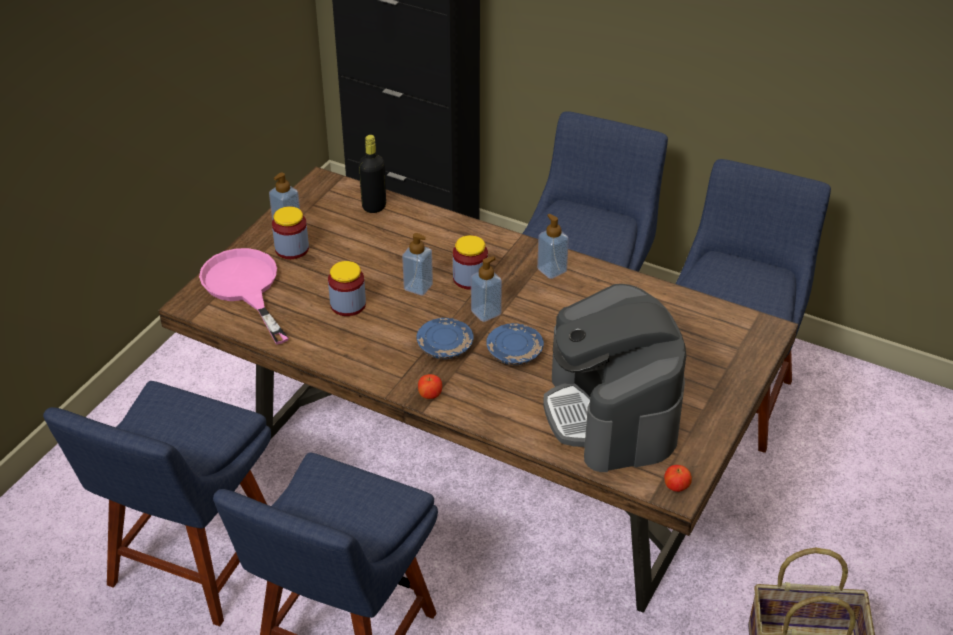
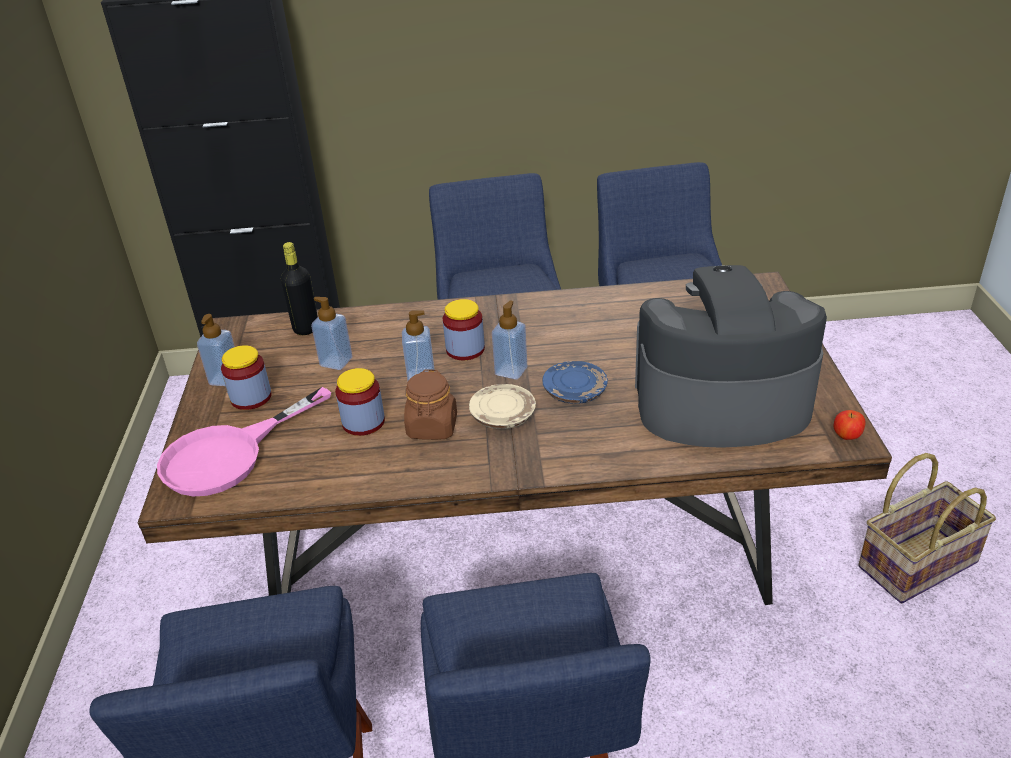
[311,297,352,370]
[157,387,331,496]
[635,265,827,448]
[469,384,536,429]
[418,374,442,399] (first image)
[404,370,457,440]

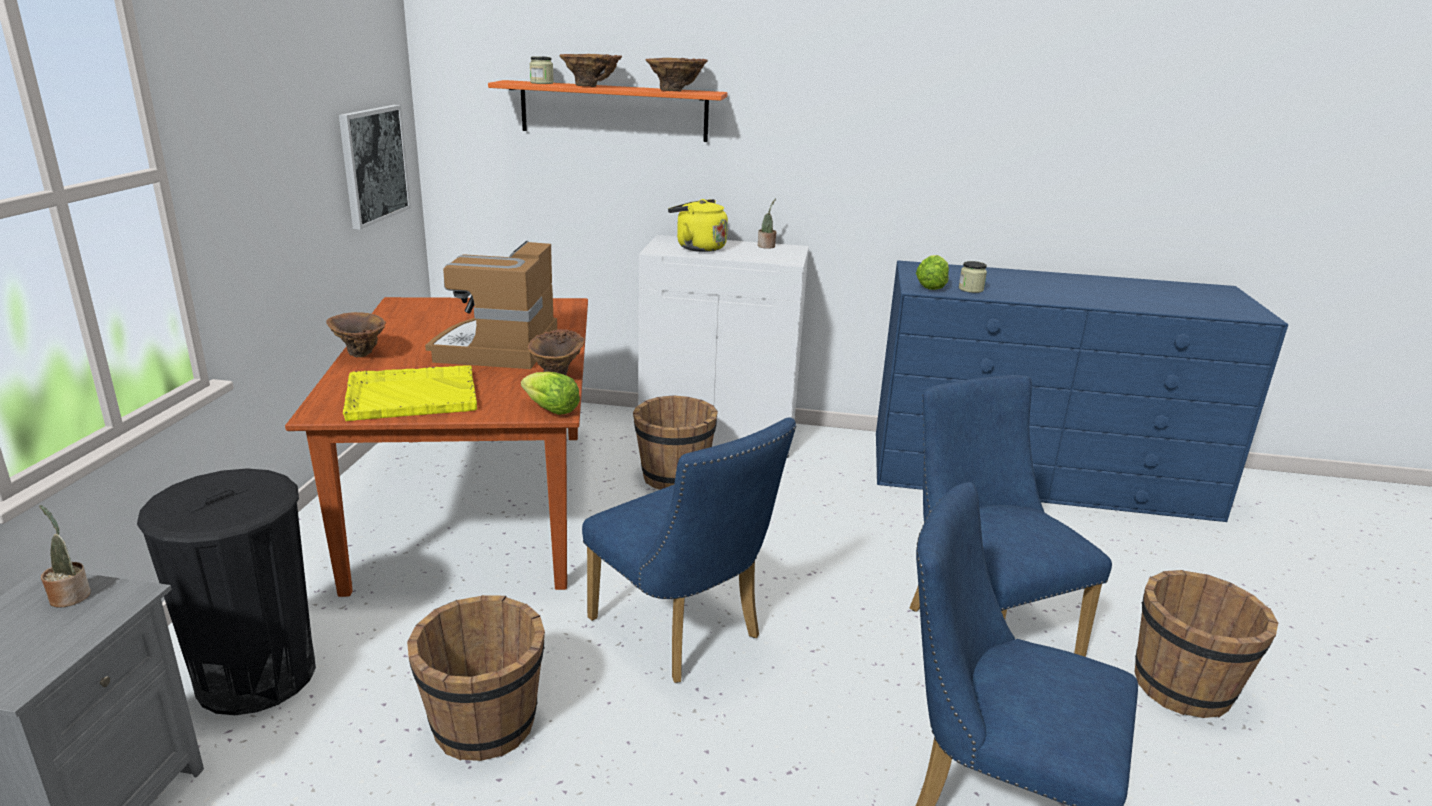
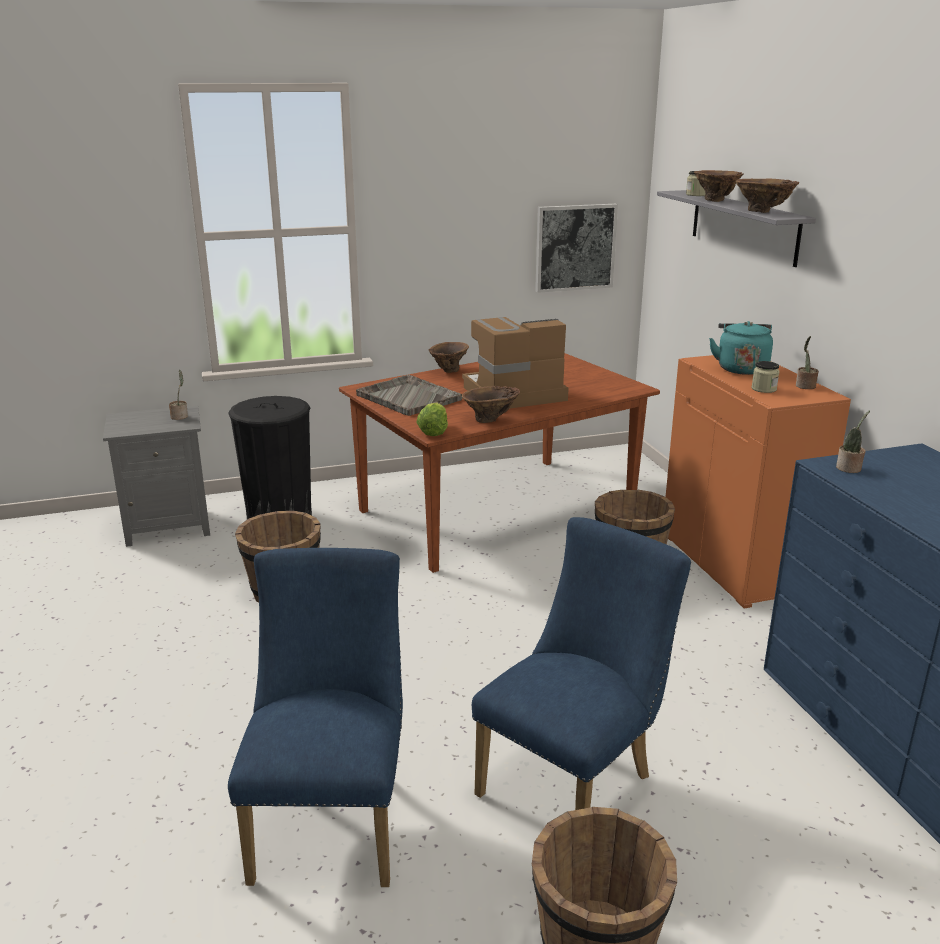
[657,190,816,267]
[709,321,773,375]
[666,355,851,608]
[836,411,870,473]
[752,361,779,393]
[356,375,462,416]
[582,418,796,683] (first image)

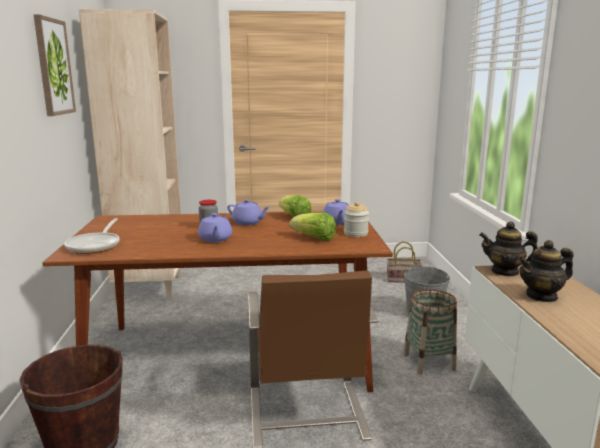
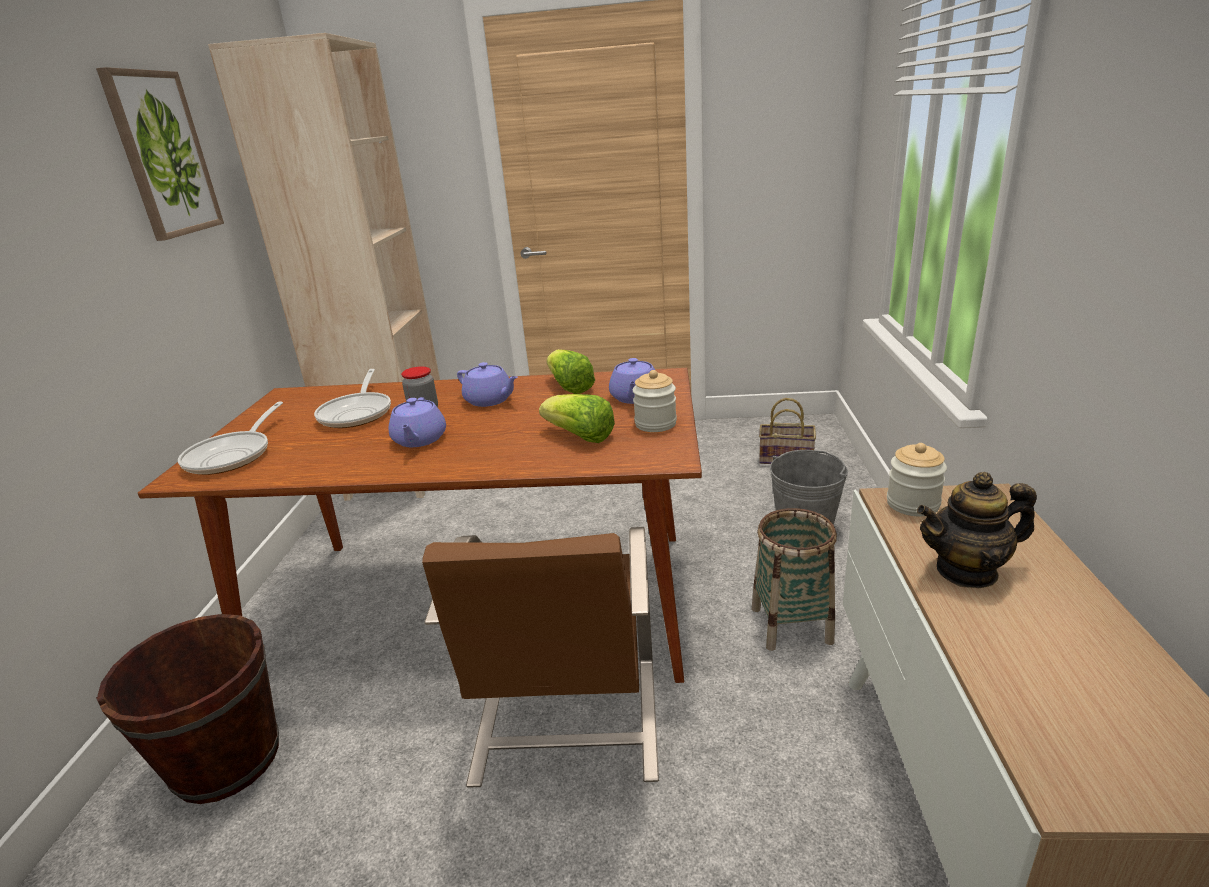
[887,443,947,516]
[314,369,391,428]

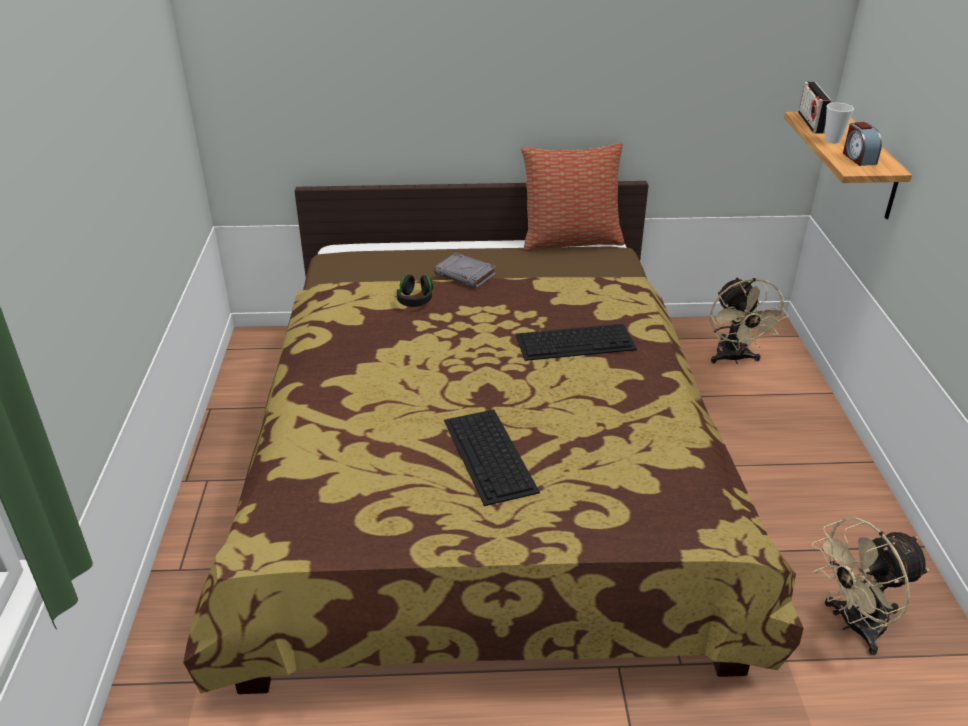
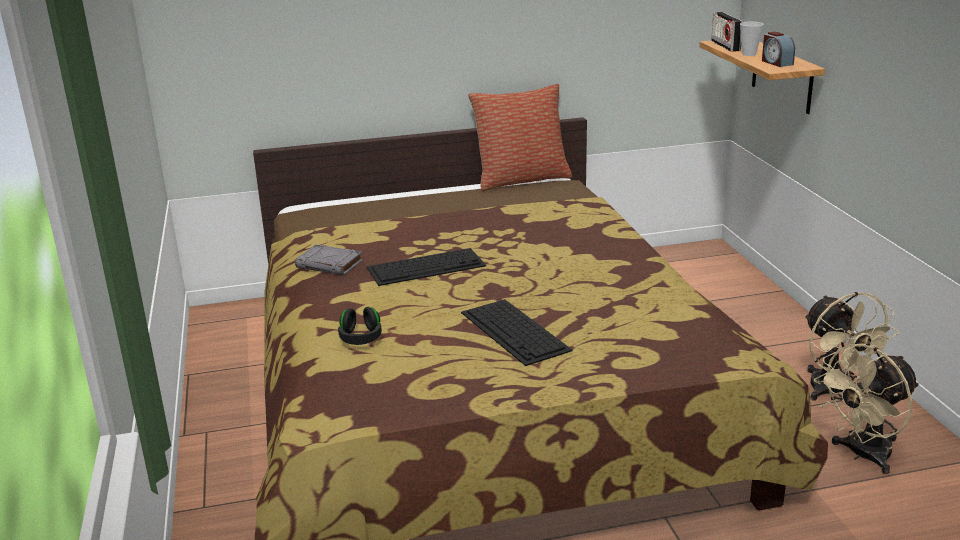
[295,244,363,275]
[338,307,382,345]
[805,292,899,400]
[367,248,486,286]

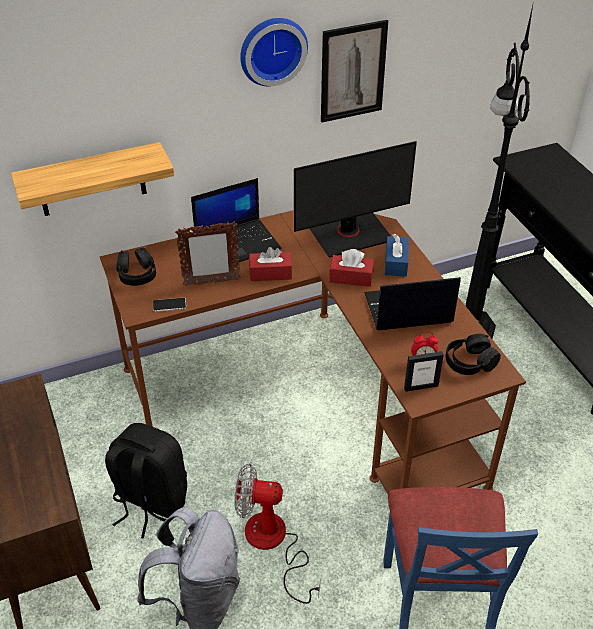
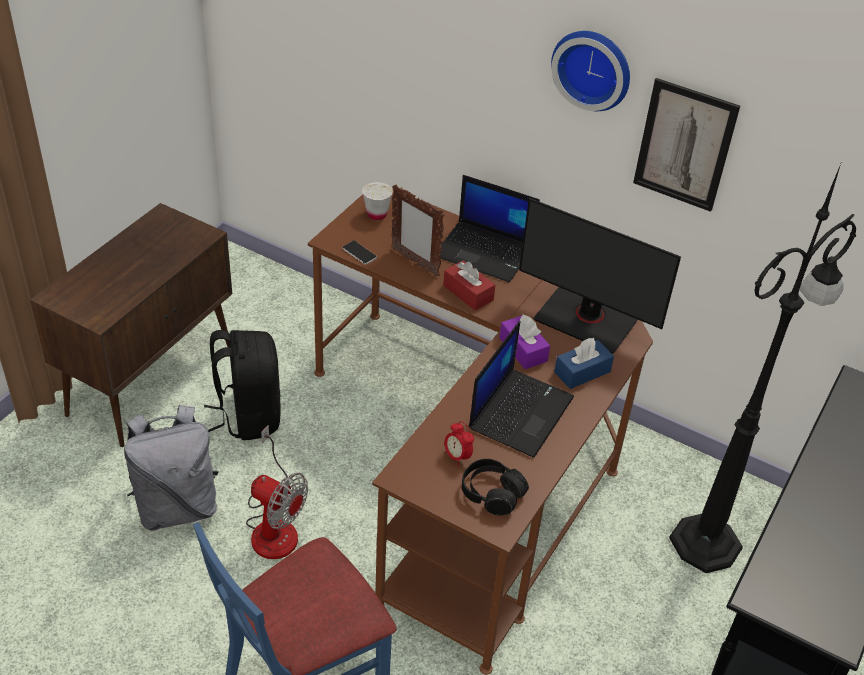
[11,142,174,216] (first image)
[362,182,393,220]
[499,314,550,369]
[469,321,574,458]
[404,351,444,392] (first image)
[246,425,308,559]

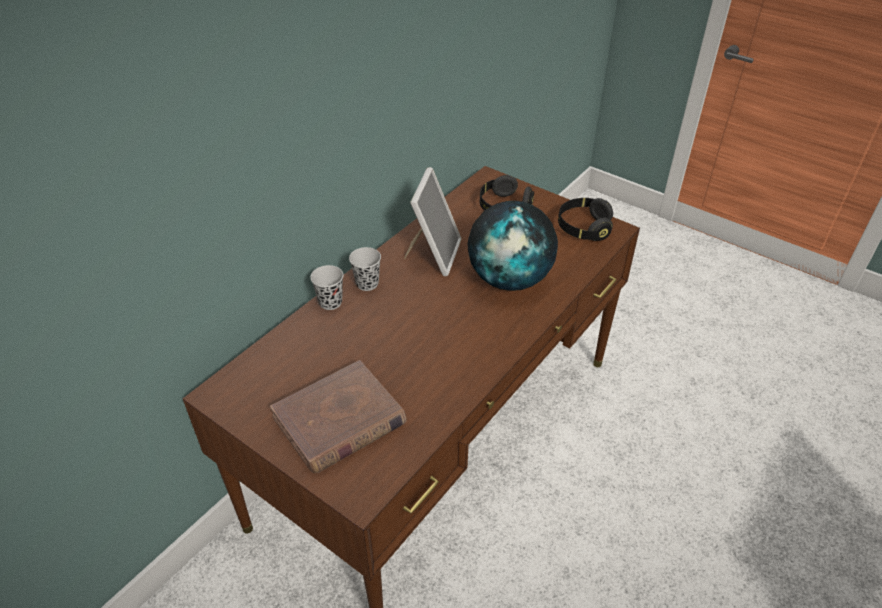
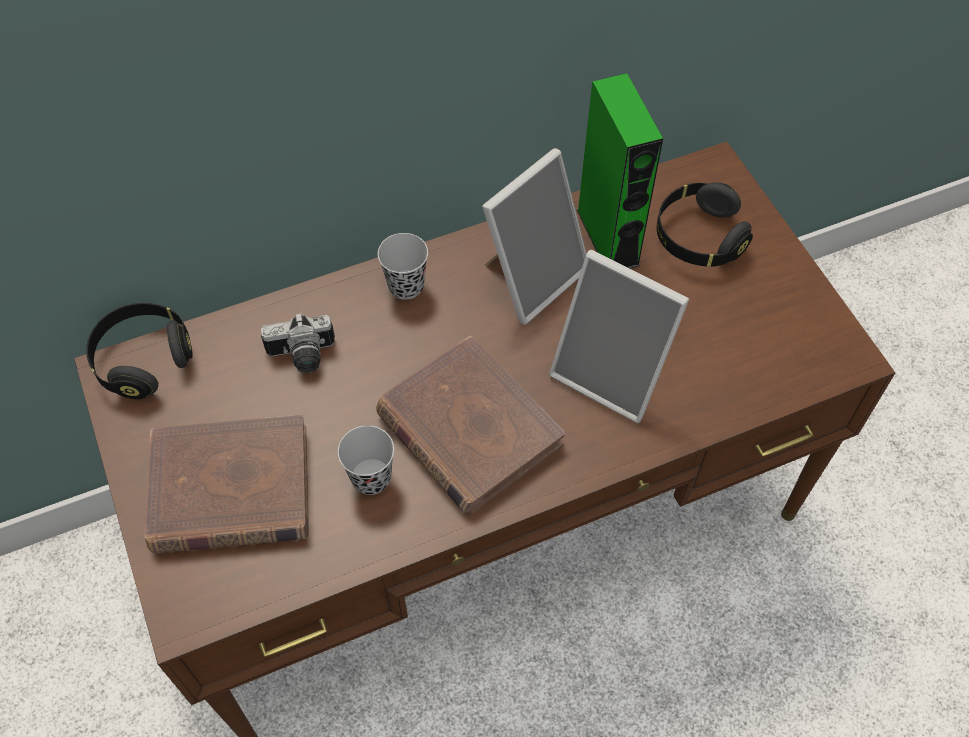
[86,303,193,399]
[549,250,689,423]
[338,425,394,495]
[577,73,663,269]
[261,313,335,373]
[376,336,565,514]

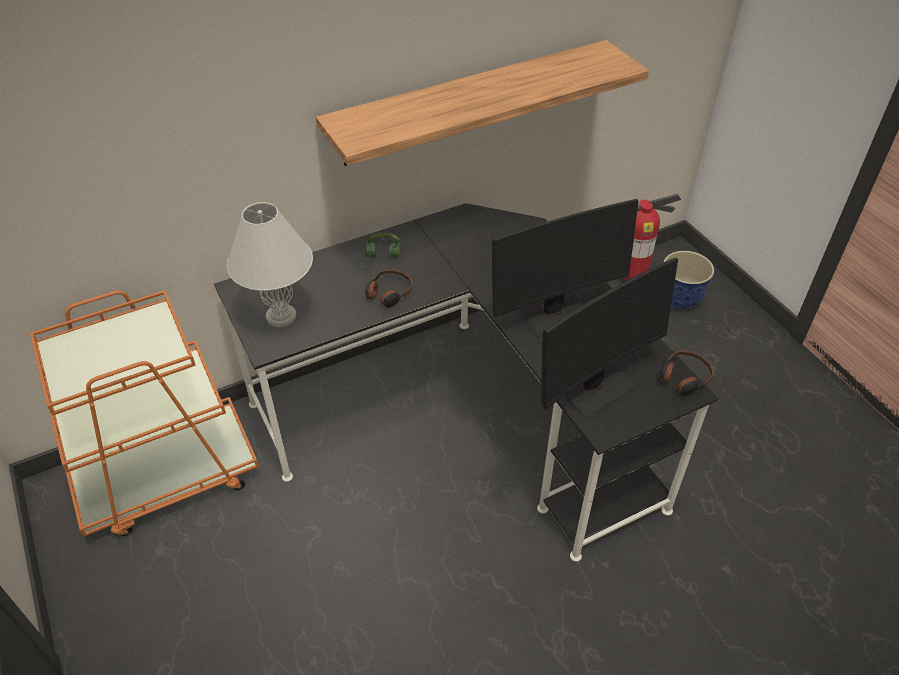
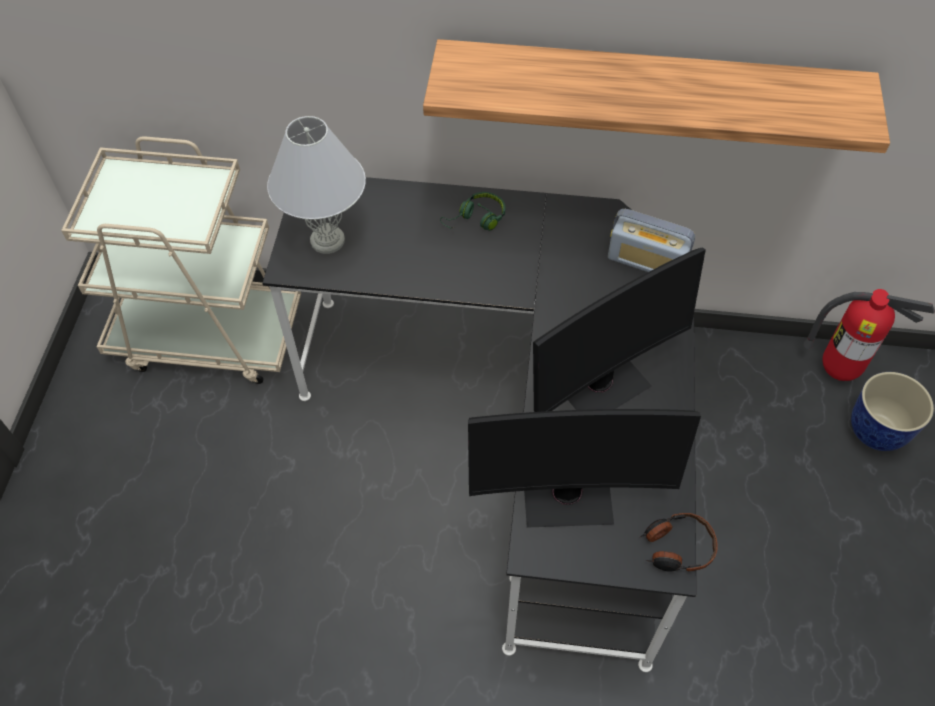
[533,247,706,412]
[365,269,412,308] (first image)
[61,136,301,384]
[608,209,695,272]

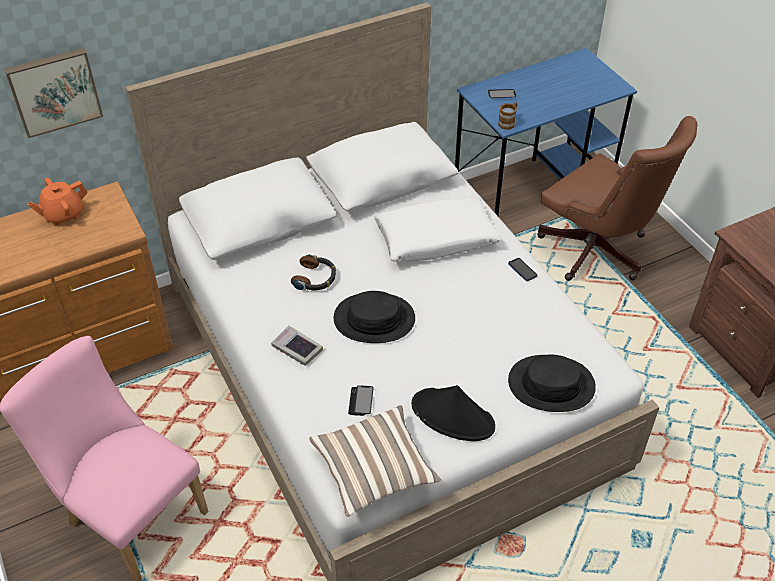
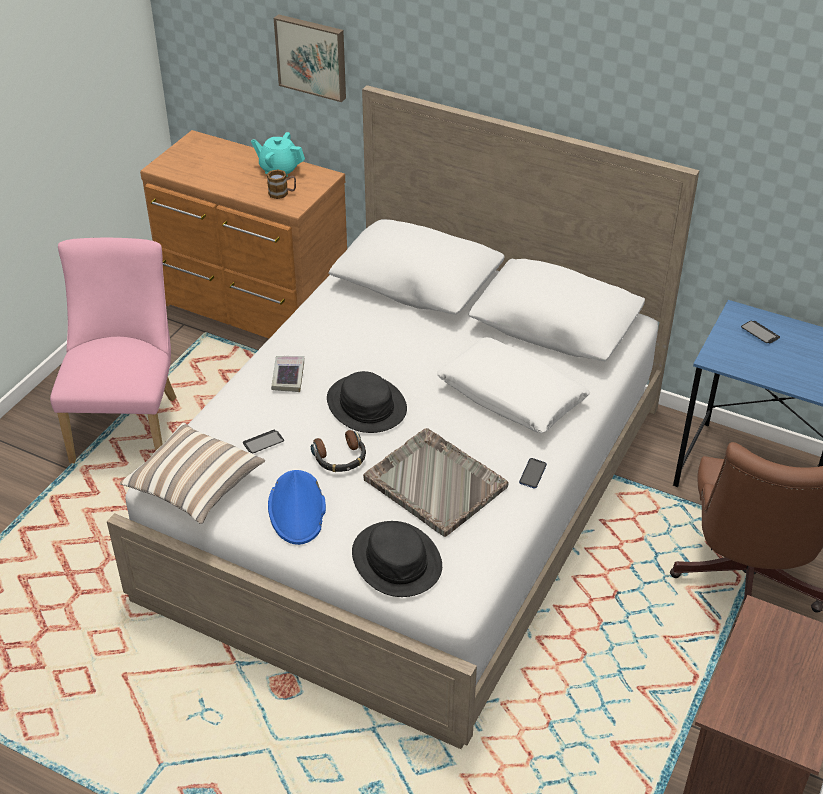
[267,169,296,199]
[251,132,305,176]
[311,430,366,472]
[268,470,326,545]
[363,428,509,537]

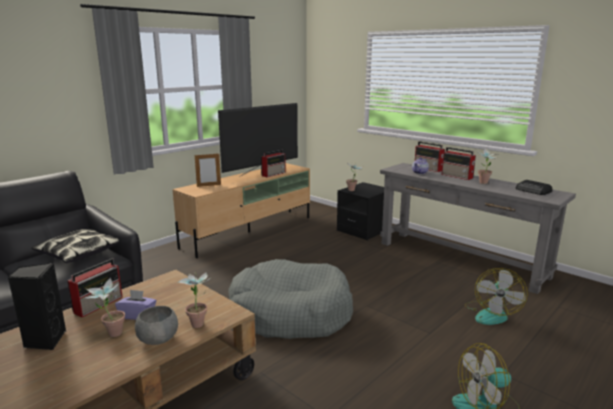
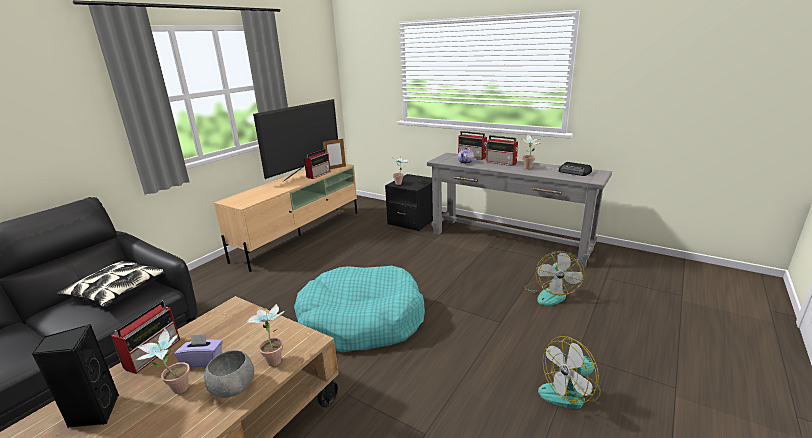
[323,138,346,169]
[294,266,425,353]

